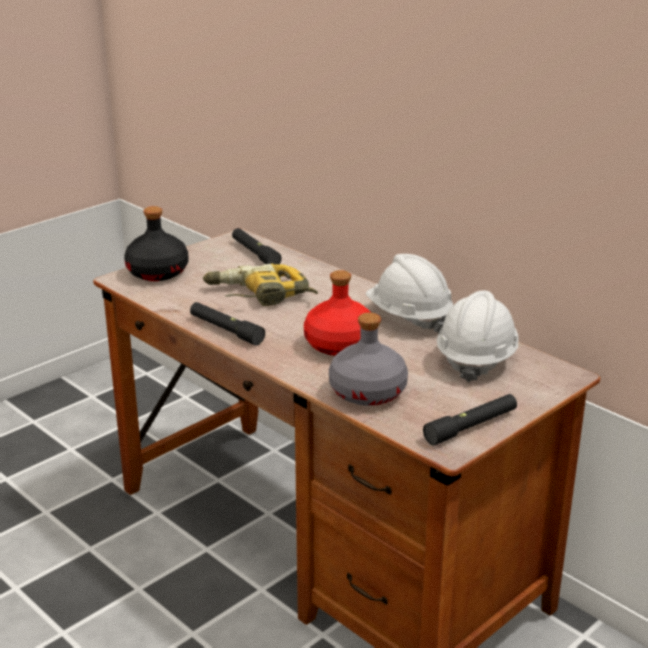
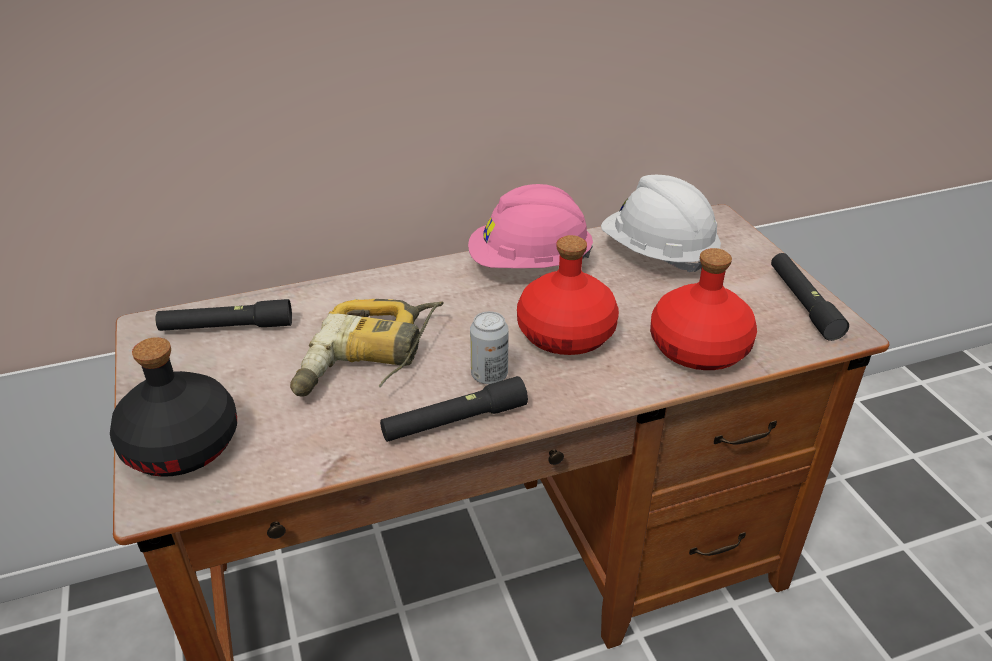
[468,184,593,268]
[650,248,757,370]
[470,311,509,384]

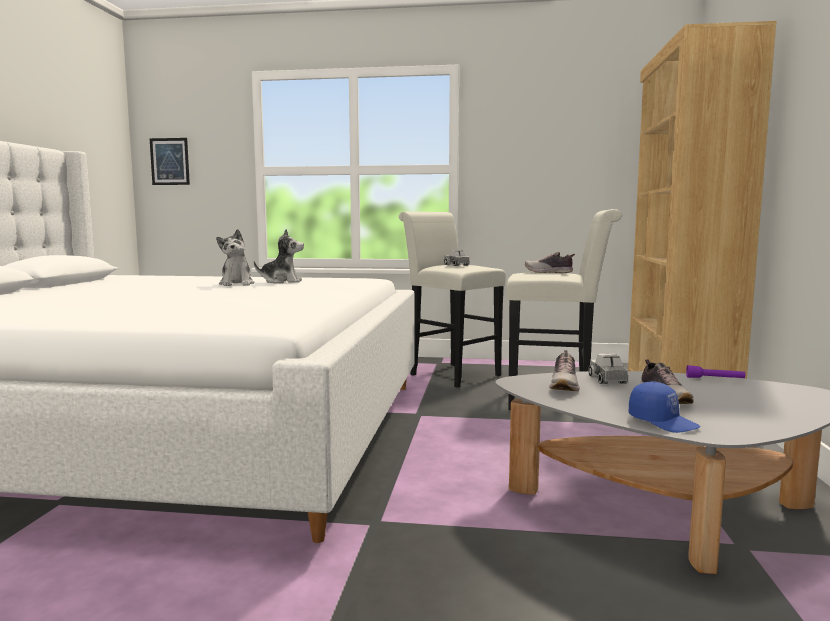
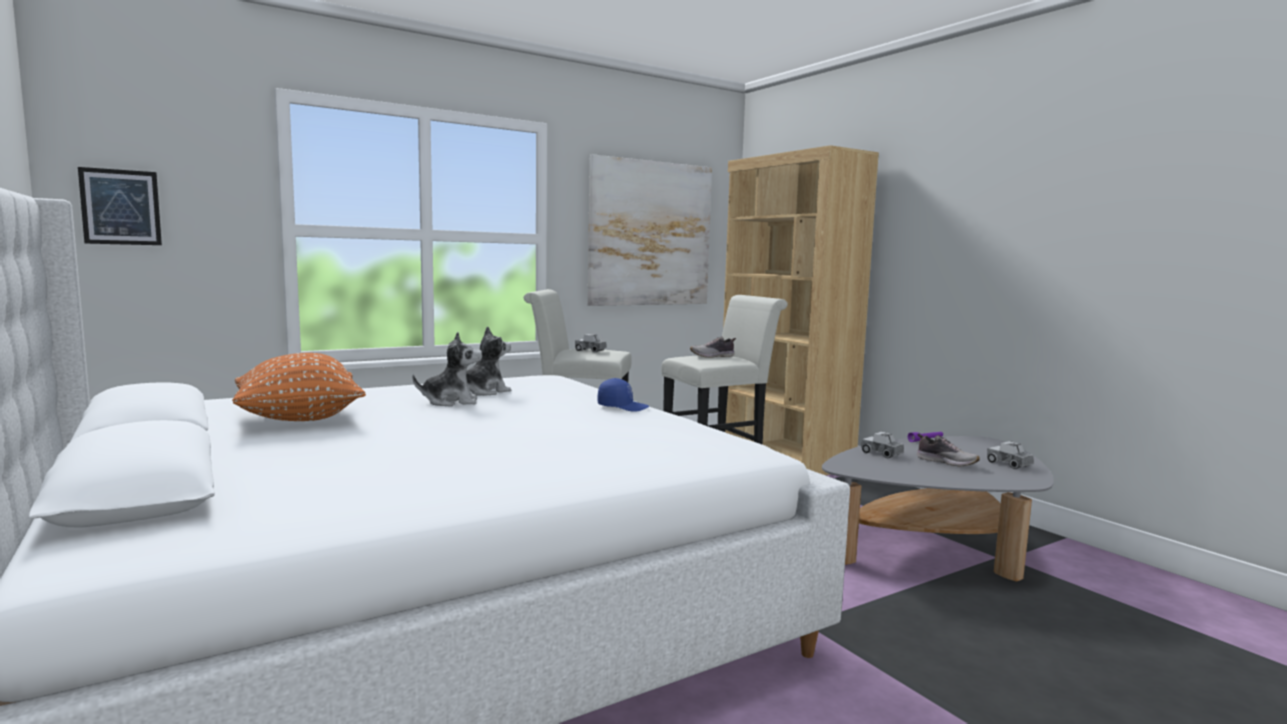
[412,332,482,407]
[549,350,580,391] (first image)
[598,378,649,412]
[588,154,712,306]
[232,353,366,421]
[987,441,1034,469]

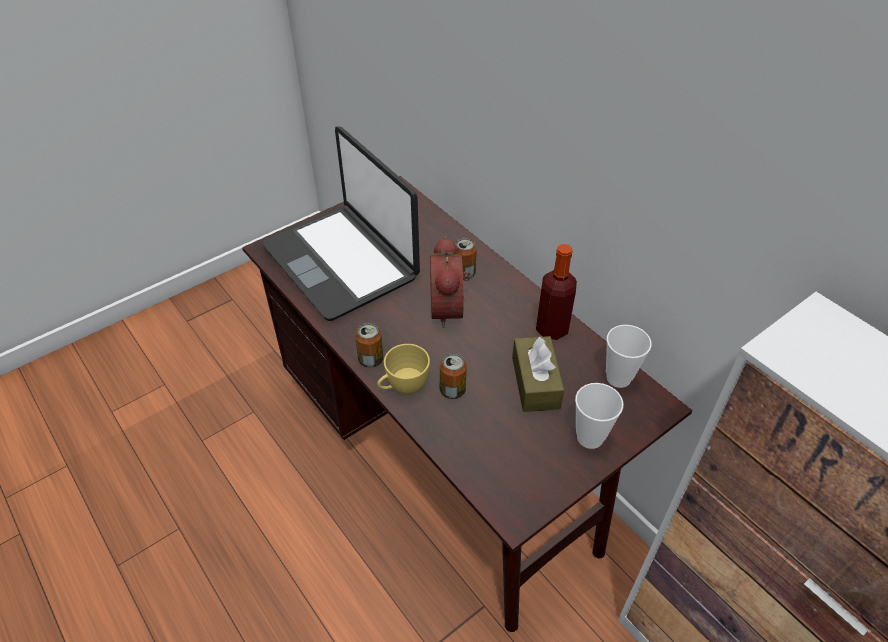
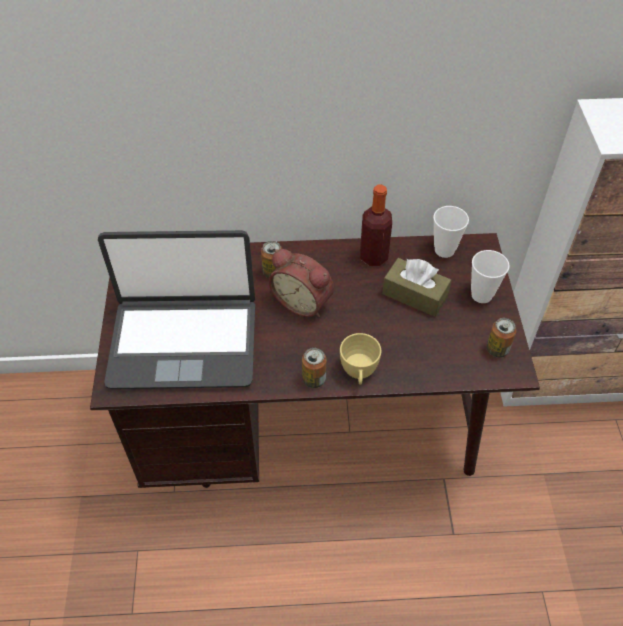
[486,318,516,358]

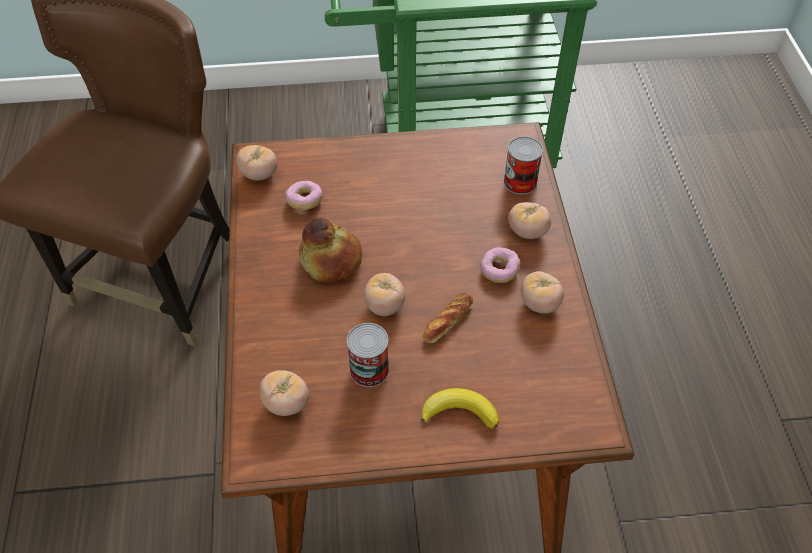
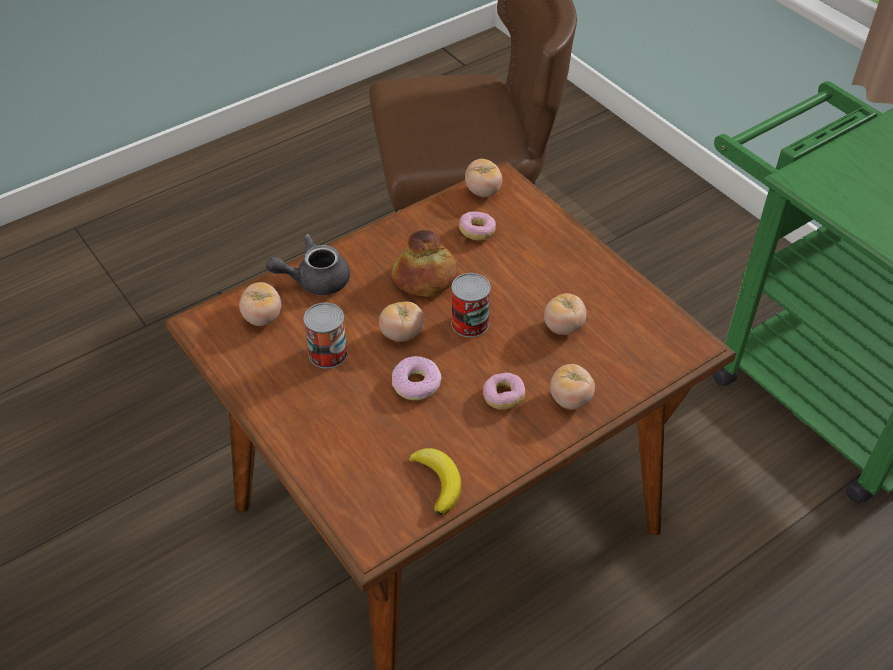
[451,273,491,337]
[544,293,587,335]
[392,356,441,400]
[408,448,461,515]
[266,234,350,295]

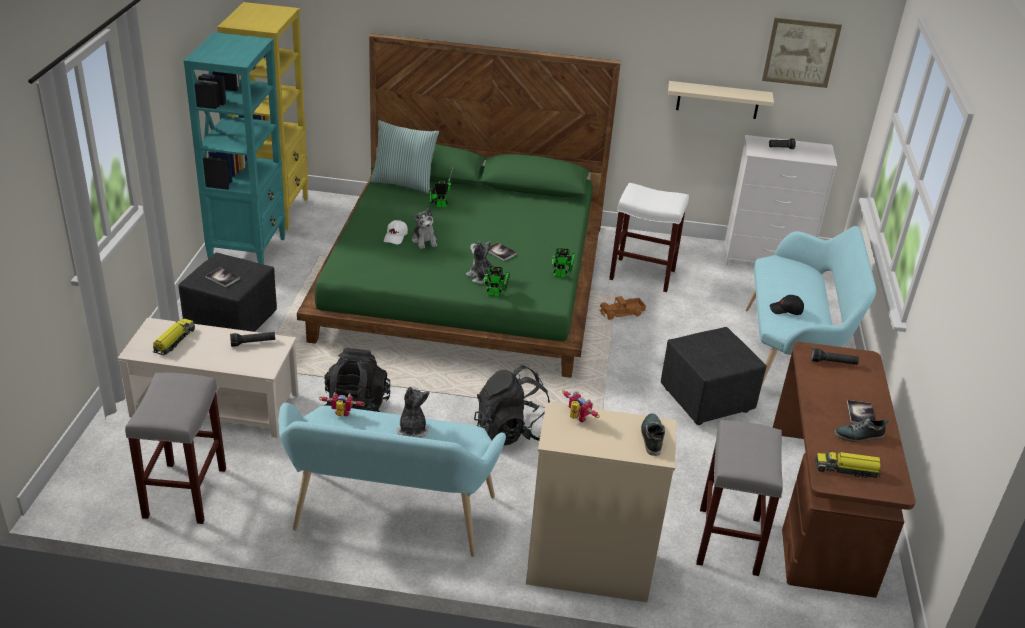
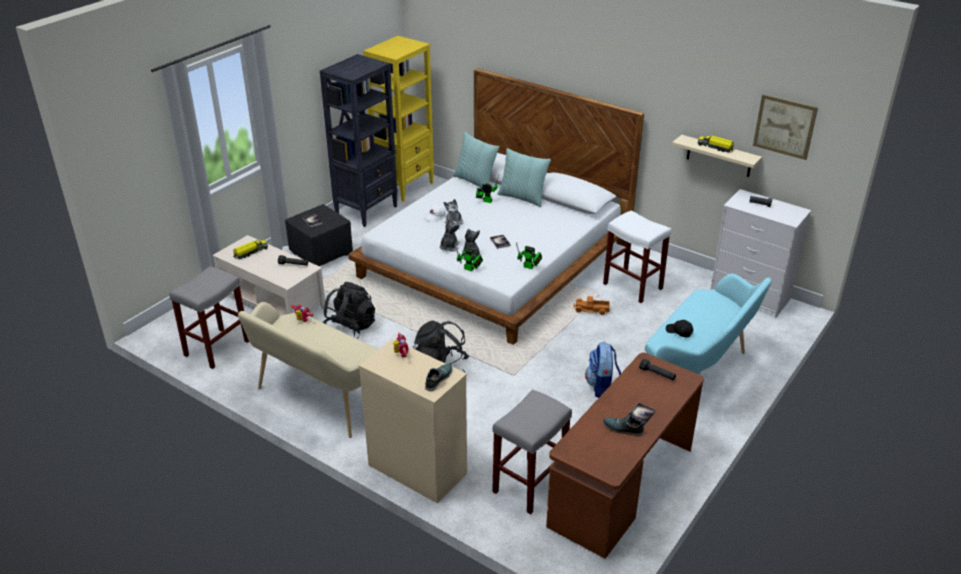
[320,54,398,227]
[348,68,644,345]
[585,342,621,398]
[440,219,460,252]
[238,302,379,438]
[698,136,735,153]
[497,148,551,207]

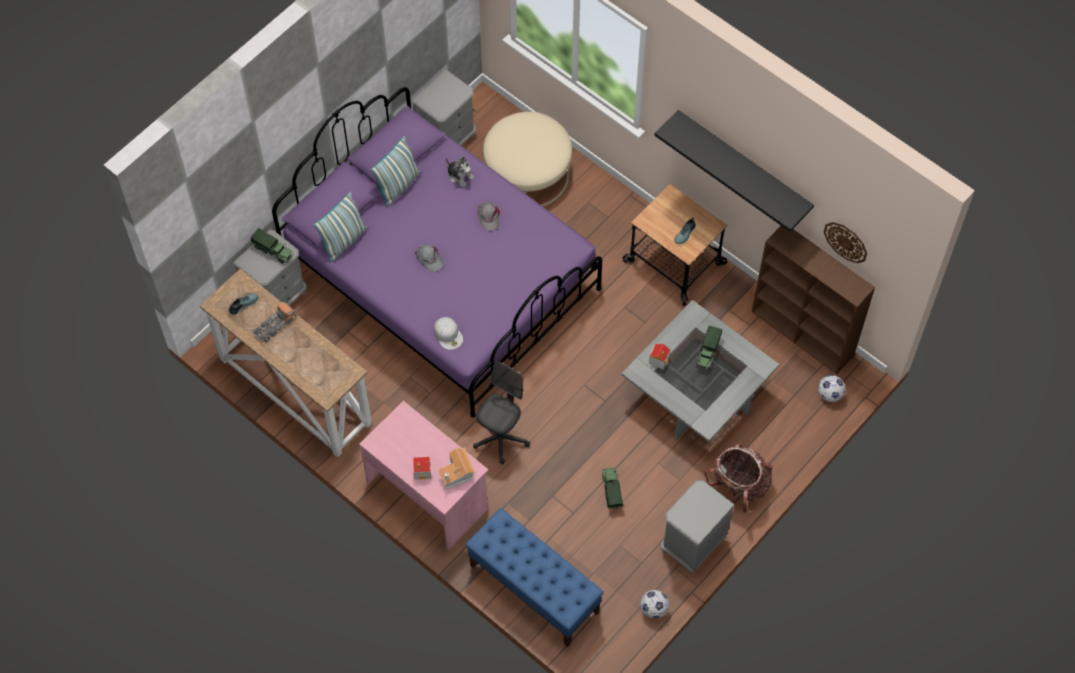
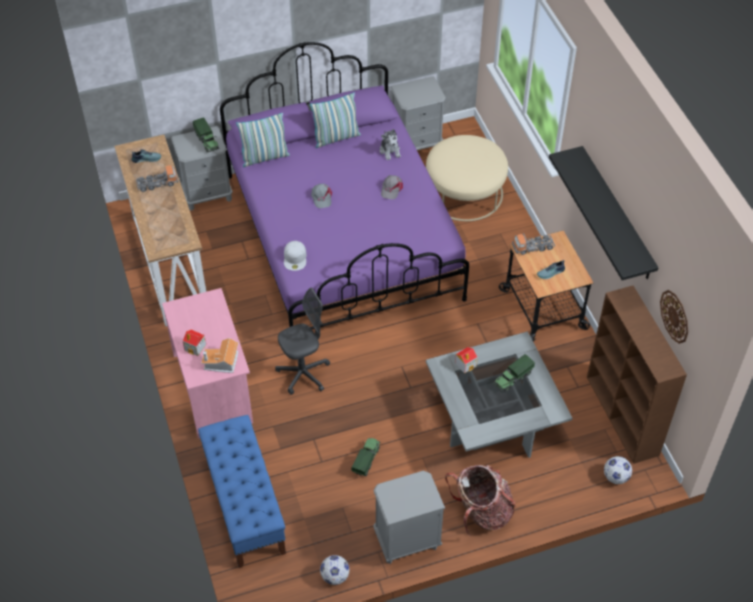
[512,233,555,255]

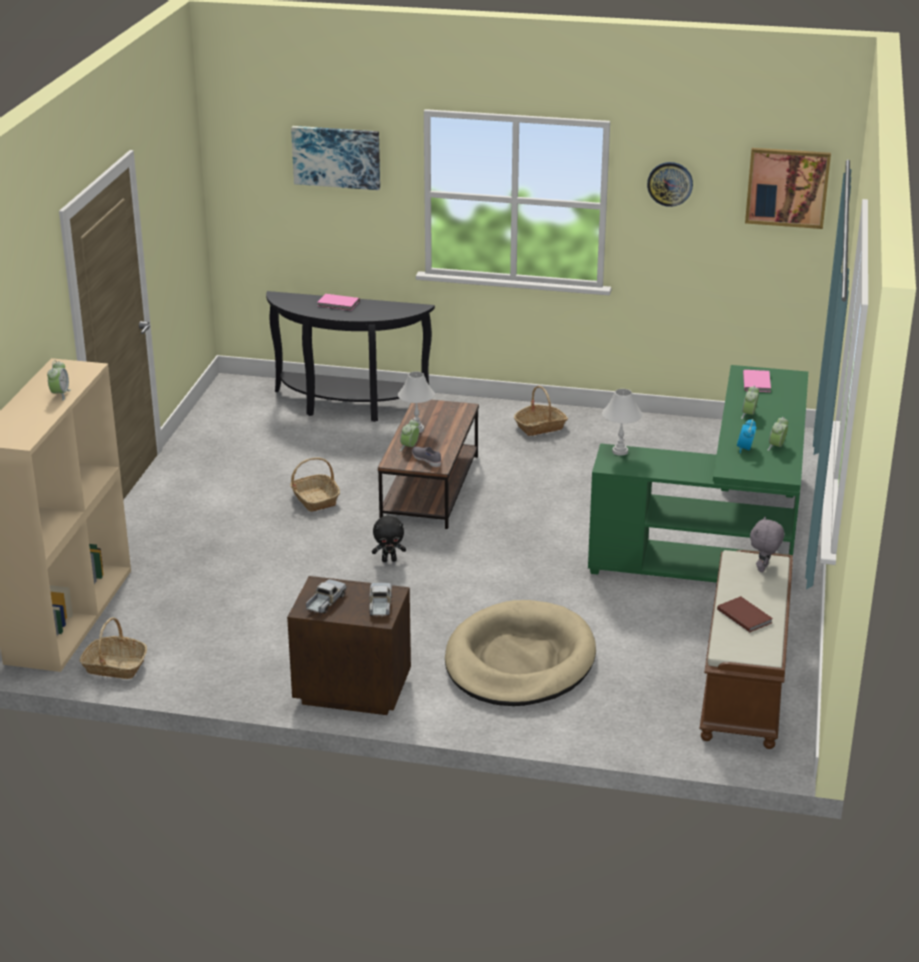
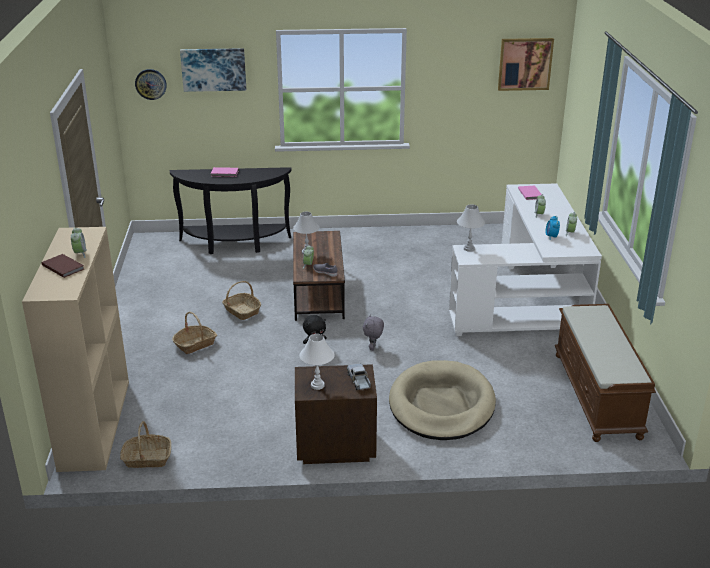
[135,69,167,100]
[449,183,602,336]
[172,312,217,354]
[363,314,384,351]
[299,334,335,390]
[42,254,84,278]

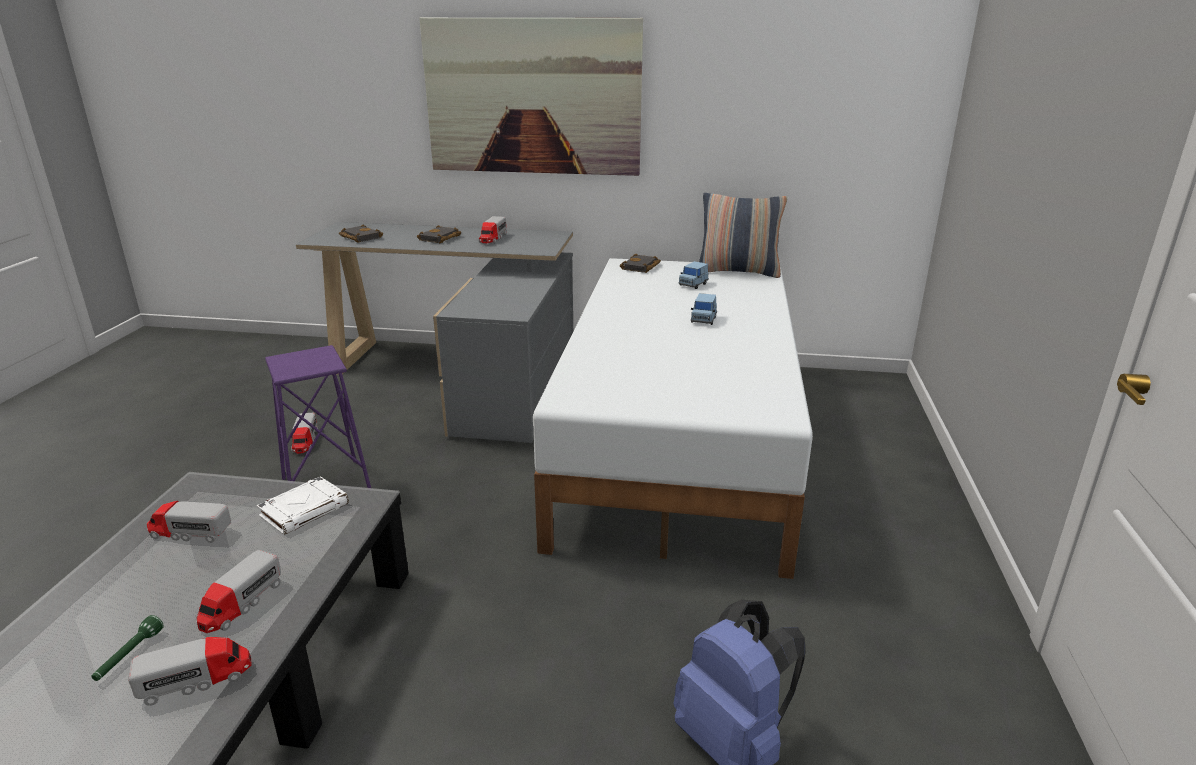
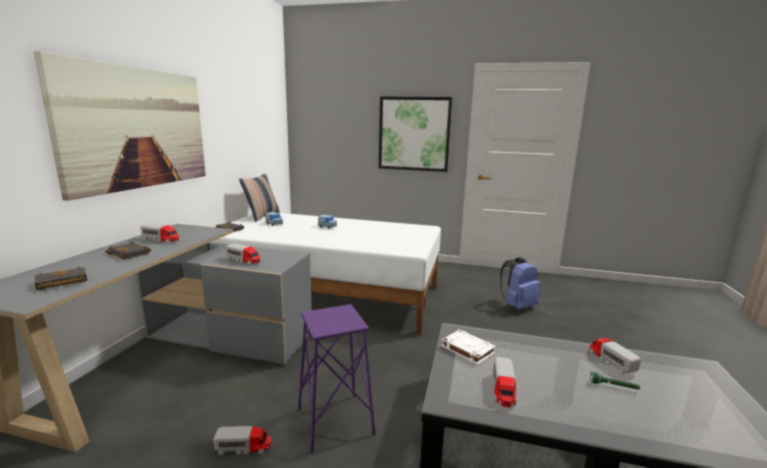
[225,243,261,265]
[379,96,452,172]

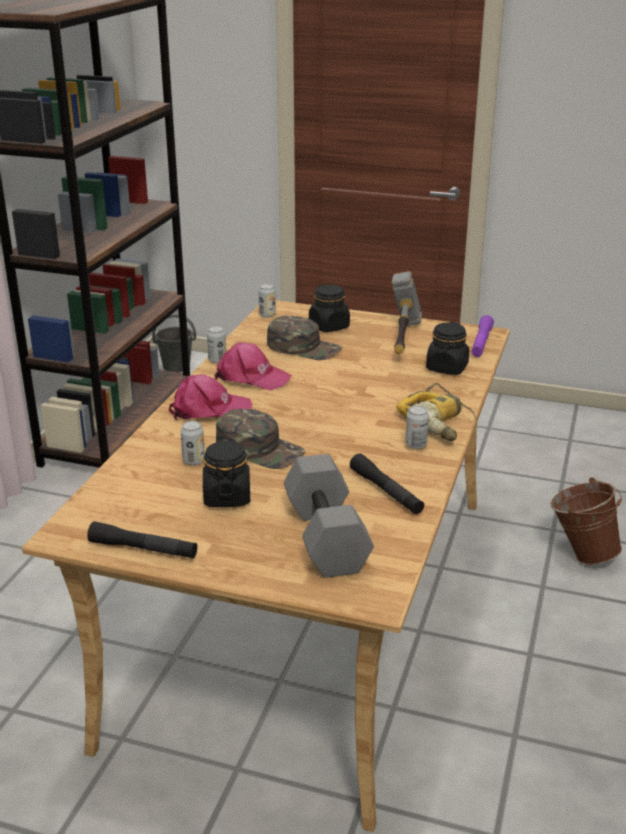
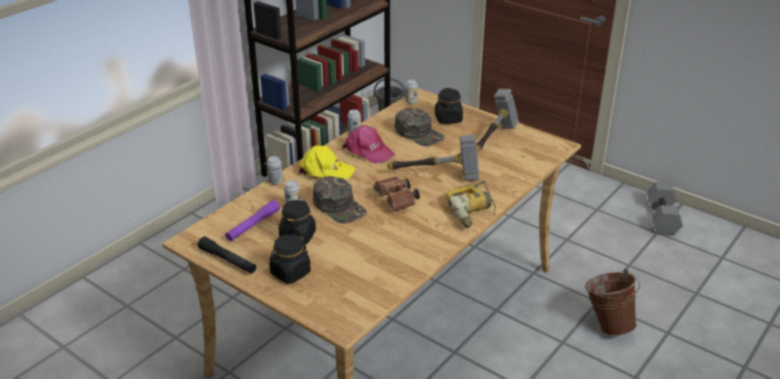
[225,200,280,241]
[269,234,311,284]
[299,145,355,179]
[267,156,283,184]
[350,453,424,514] (first image)
[647,182,683,236]
[387,134,479,181]
[374,176,420,211]

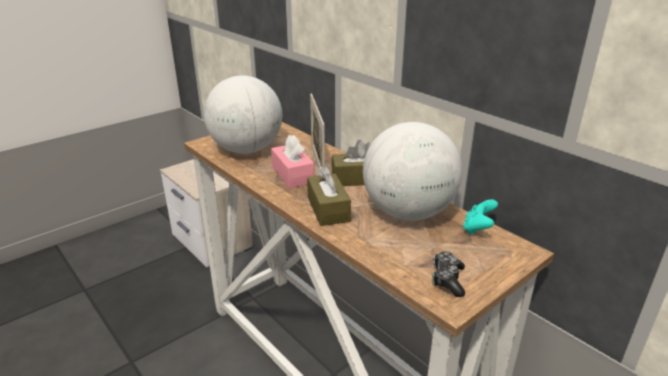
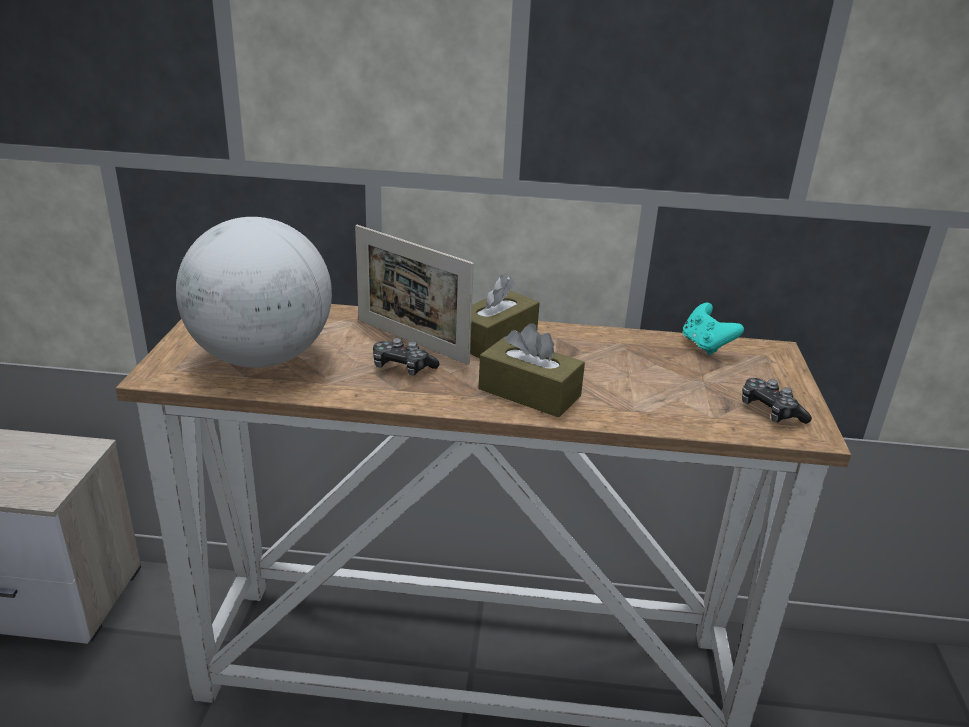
[363,122,462,220] (first image)
[373,338,440,375]

